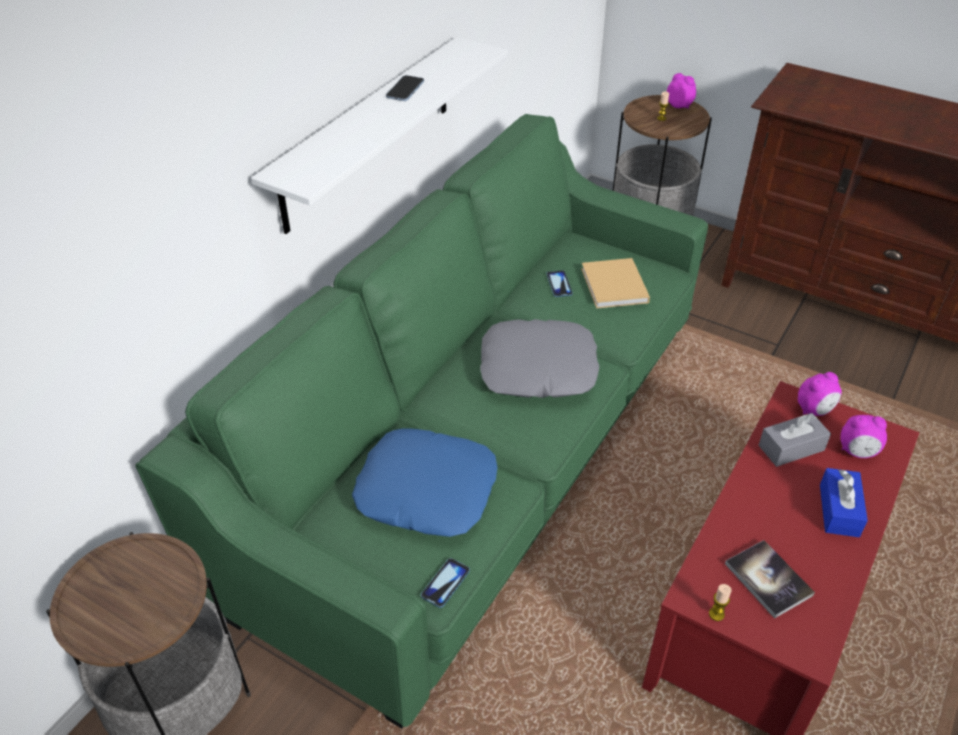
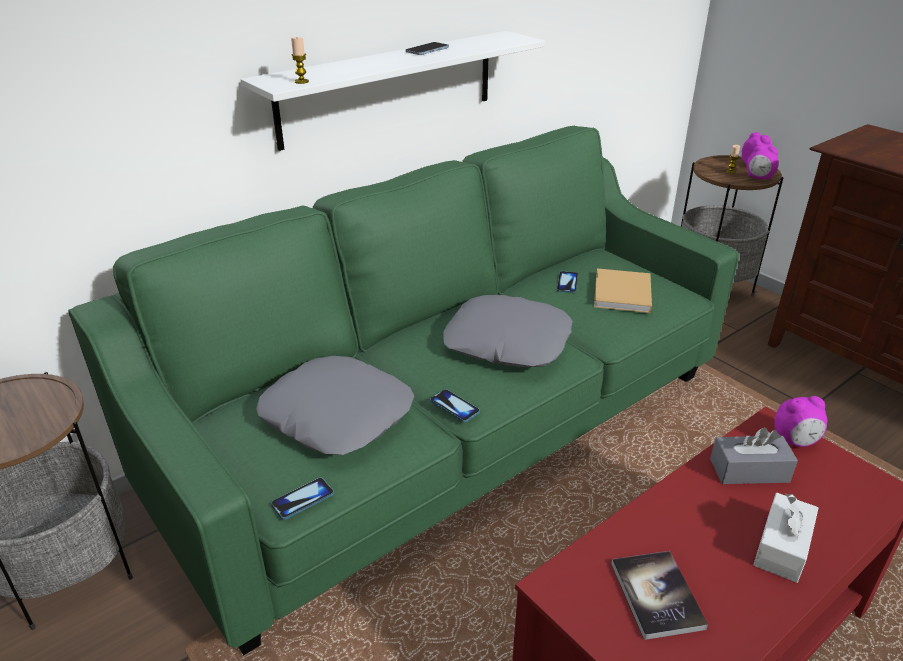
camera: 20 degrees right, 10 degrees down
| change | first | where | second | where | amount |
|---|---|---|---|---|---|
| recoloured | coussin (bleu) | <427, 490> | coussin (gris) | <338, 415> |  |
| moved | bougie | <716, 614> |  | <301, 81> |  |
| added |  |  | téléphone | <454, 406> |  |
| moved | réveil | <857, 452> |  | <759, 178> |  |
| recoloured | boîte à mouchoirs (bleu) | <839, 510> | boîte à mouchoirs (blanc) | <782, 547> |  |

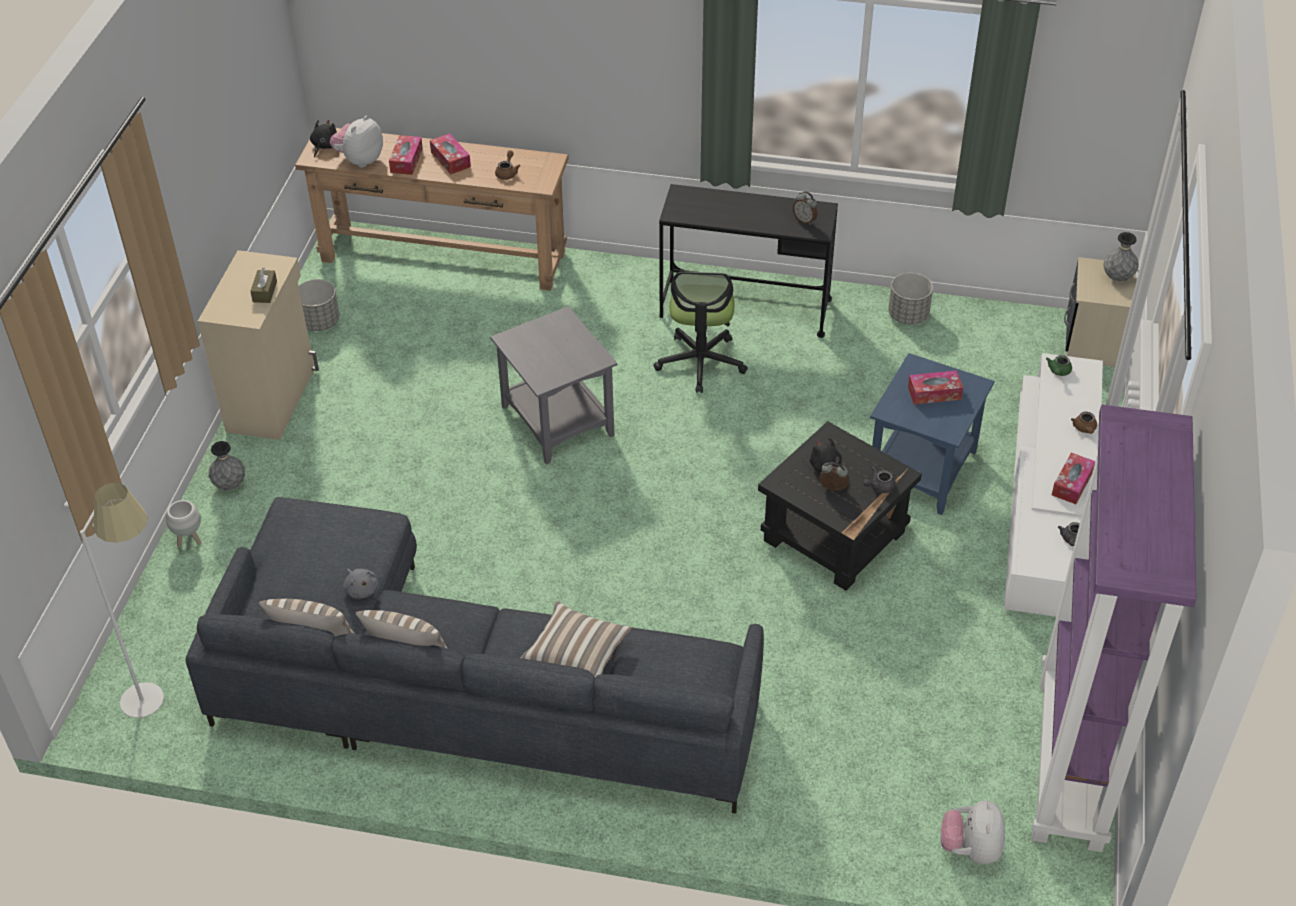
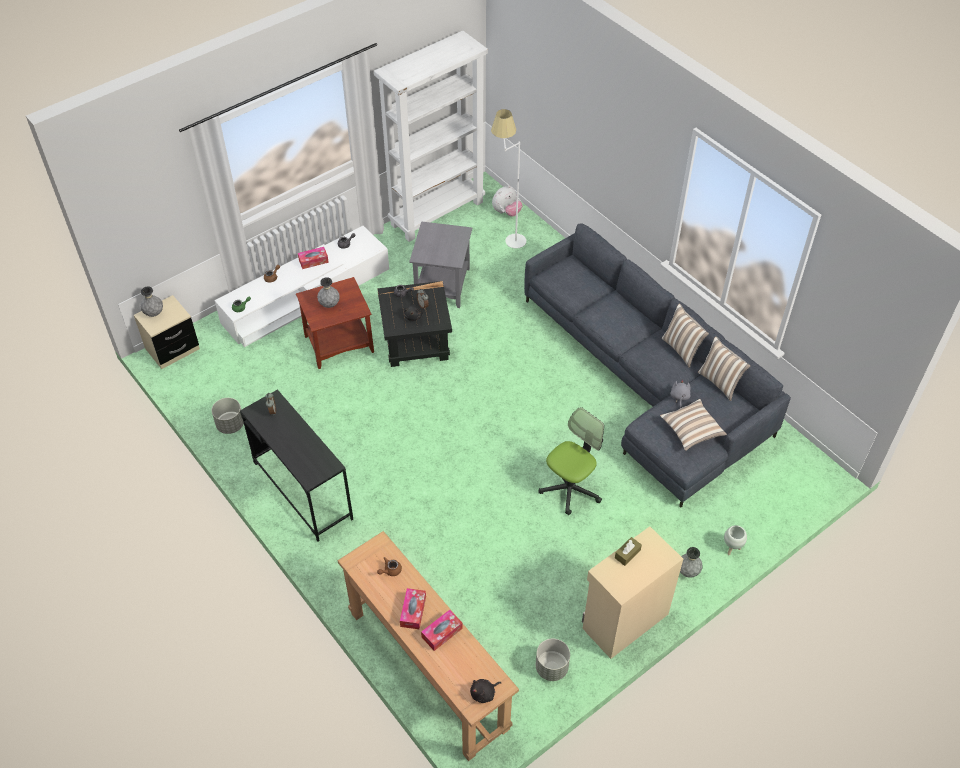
camera: 140 degrees left, 5 degrees up
| change | first | where | second | where | amount |
|---|---|---|---|---|---|
| recoloured | table d'appoint (bleu) | <923, 470> | table d'appoint (marron) | <339, 343> |  |
| replaced | boîte à mouchoirs | <934, 393> | vase (gris) | <329, 304> |  |
| recoloured | bibliothèque (violet) | <1072, 763> | bibliothèque (blanc) | <437, 212> |  |
| moved | table d'appoint (gris) | <556, 421> |  | <443, 285> |  |
| moved | lampadaire (blanc) | <162, 698> |  | <507, 237> |  |
| moved | chaise de bureau | <700, 362> |  | <570, 488> |  |
| moved | coussin | <576, 655> |  | <691, 431> |  |
| removed | peluche | <360, 160> |  |  |  |

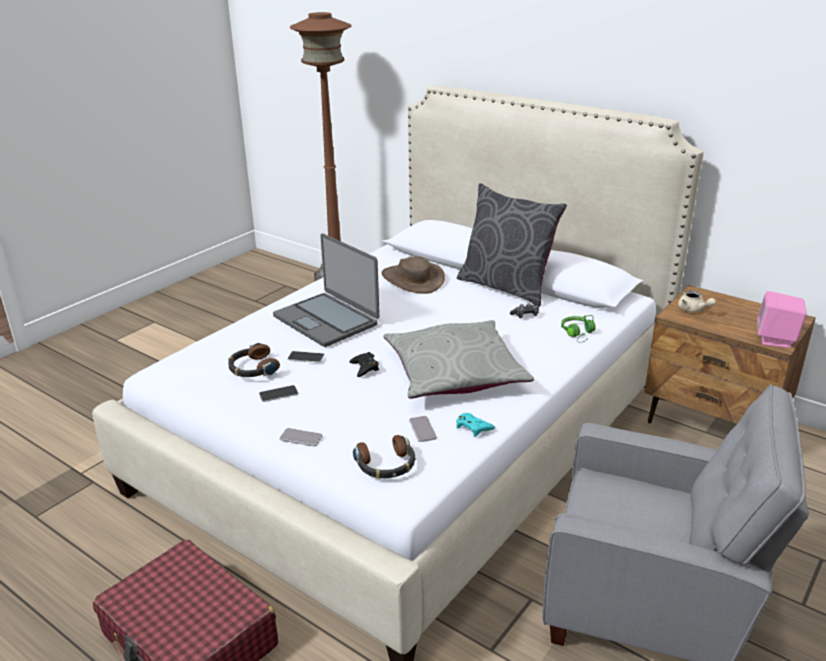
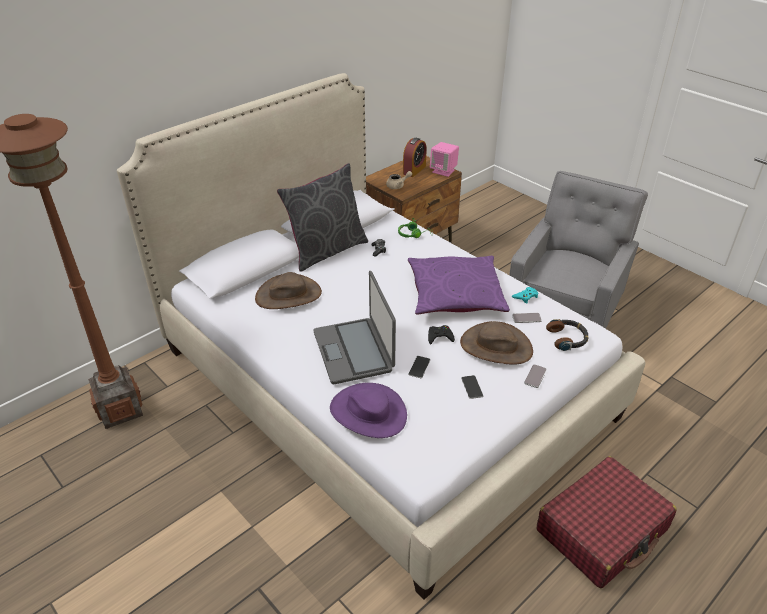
camera: 80 degrees left, 10 degrees up
| change | first | where | second | where | amount |
|---|---|---|---|---|---|
| turned | ordinateur portable | <327, 320> |  | <354, 351> | 105 degrees clockwise |
| added |  |  | chapeau (violet) | <368, 412> |  |
| added |  |  | réveil | <414, 170> |  |
| recoloured | coussin (gris) | <454, 372> | coussin (violet) | <455, 294> |  |
| added |  |  | chapeau (marron) | <496, 347> |  |
| removed | casque audio | <253, 368> |  |  |  |

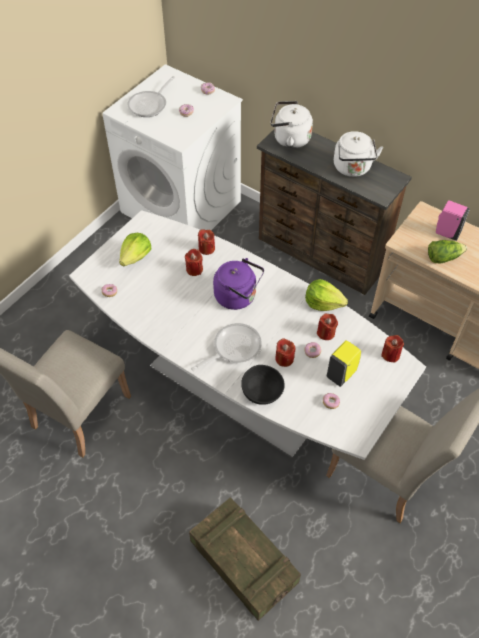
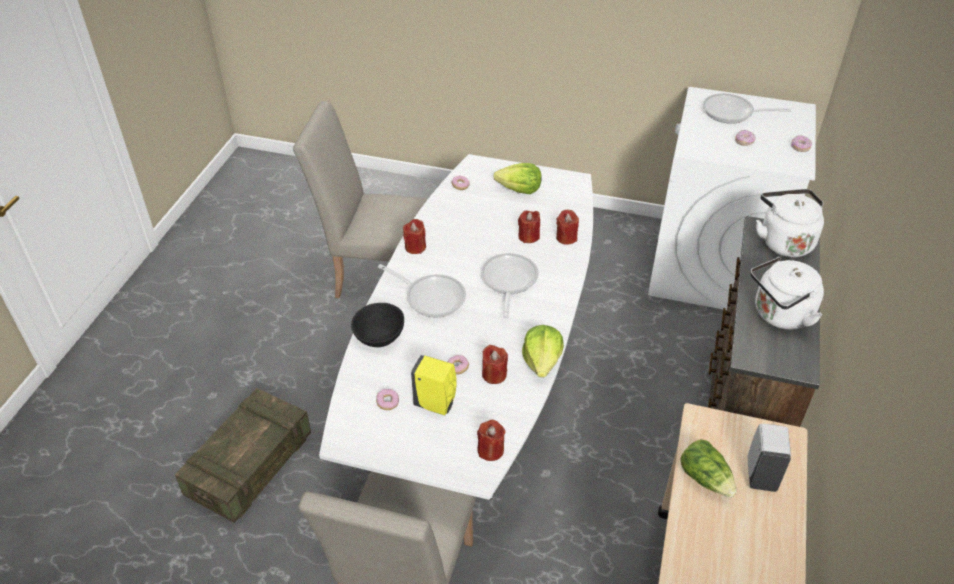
camera: 70 degrees right, 10 degrees down
| change | first | where | second | where | amount |
|---|---|---|---|---|---|
| moved | bougie (rouge) | <284, 359> |  | <415, 247> |  |
| replaced | bouilloire (violet) | <238, 297> | poêle | <508, 282> |  |
| recoloured | distributeur de savon (rose) | <446, 233> | distributeur de savon (blanc) | <761, 474> |  |

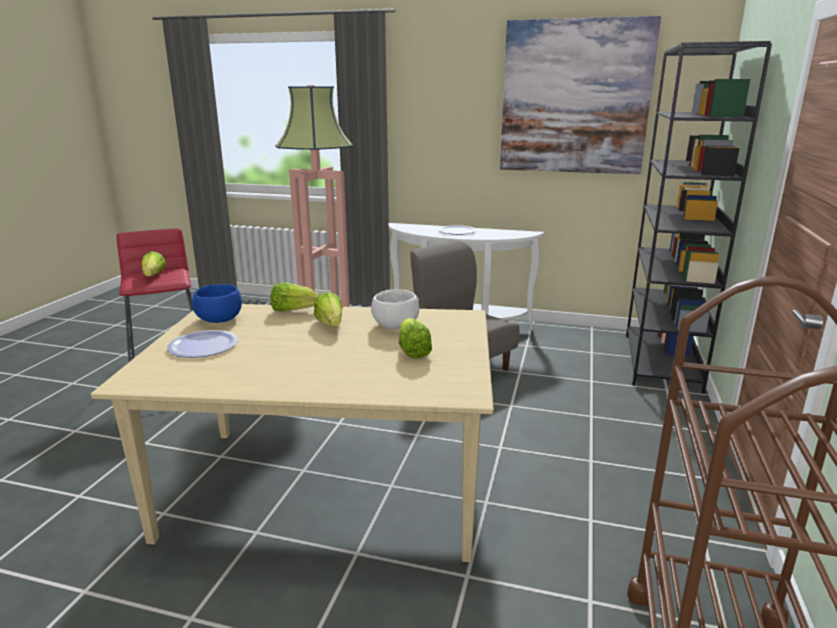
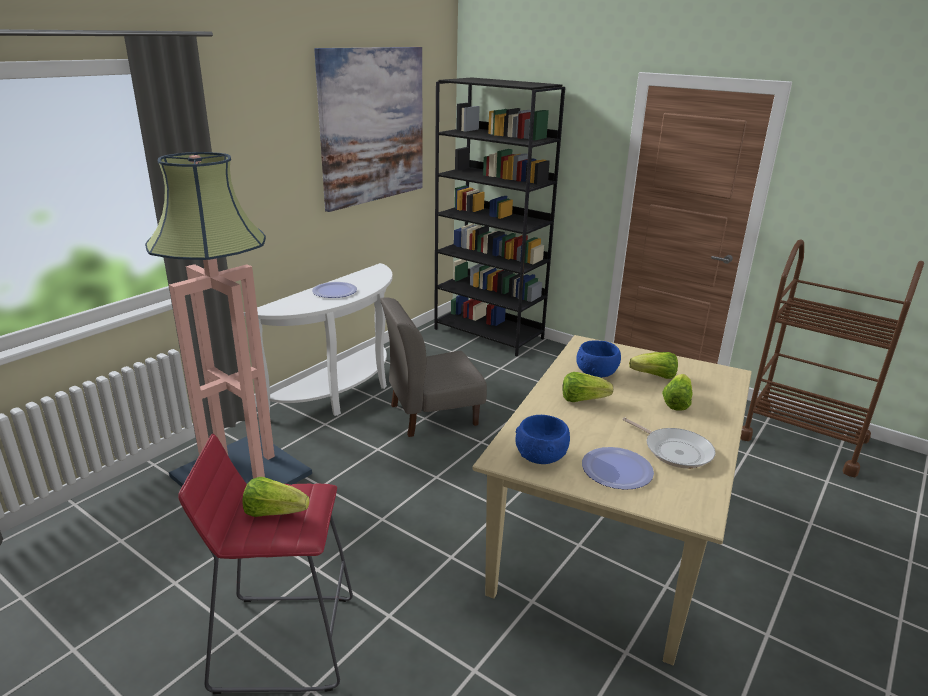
camera: 70 degrees left, 5 degrees up
| change | first | where | second | where | amount |
|---|---|---|---|---|---|
| recoloured | bol (blanc) | <394, 325> | bol (bleu) | <596, 373> |  |
| added |  |  | poêle | <675, 450> |  |
| moved | laitue | <293, 310> |  | <676, 402> |  |

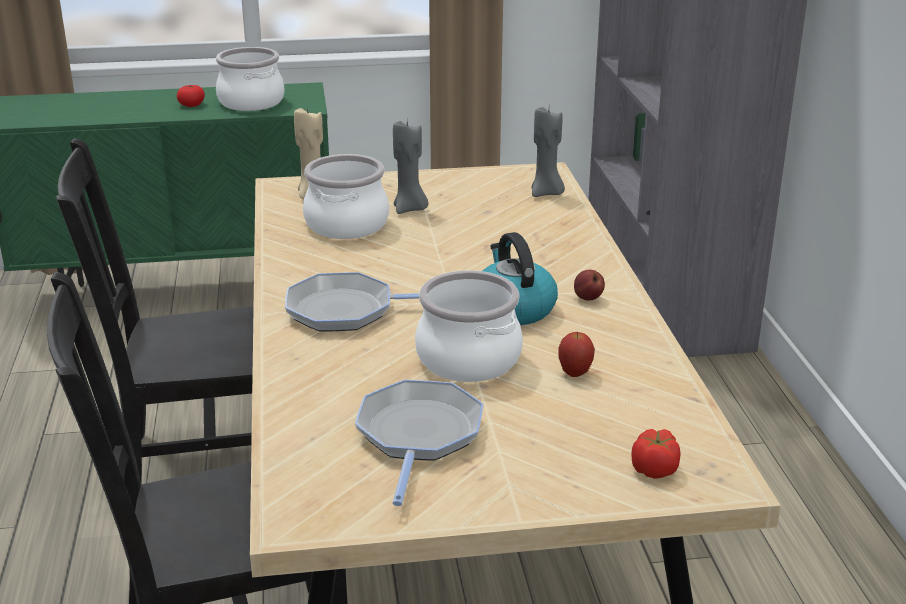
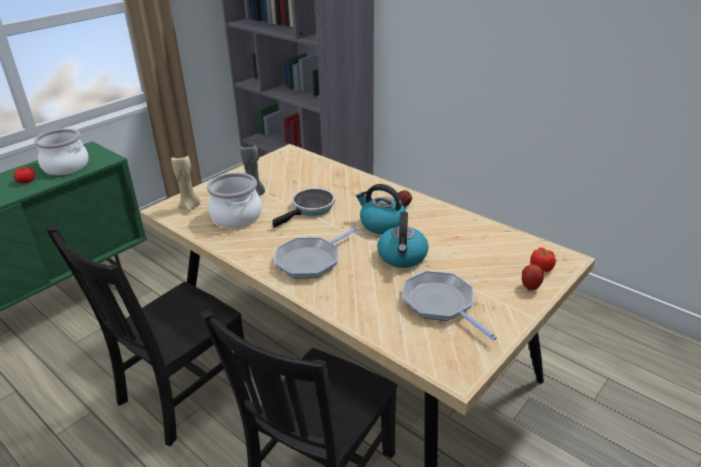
camera: 40 degrees left, 5 degrees up
| change | first | where | second | where | amount |
|---|---|---|---|---|---|
| added |  |  | poêle | <311, 209> |  |
| replaced | marmite | <469, 359> | bouilloire | <402, 257> |  |
| moved | pomme | <575, 373> |  | <530, 287> |  |
| removed | bougie (gris) | <546, 193> |  |  |  |

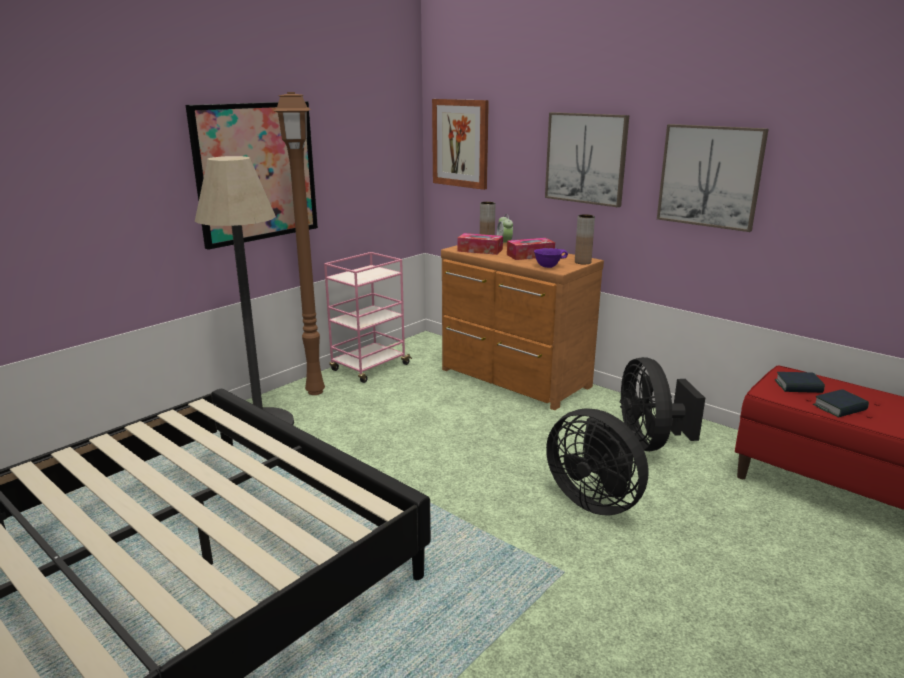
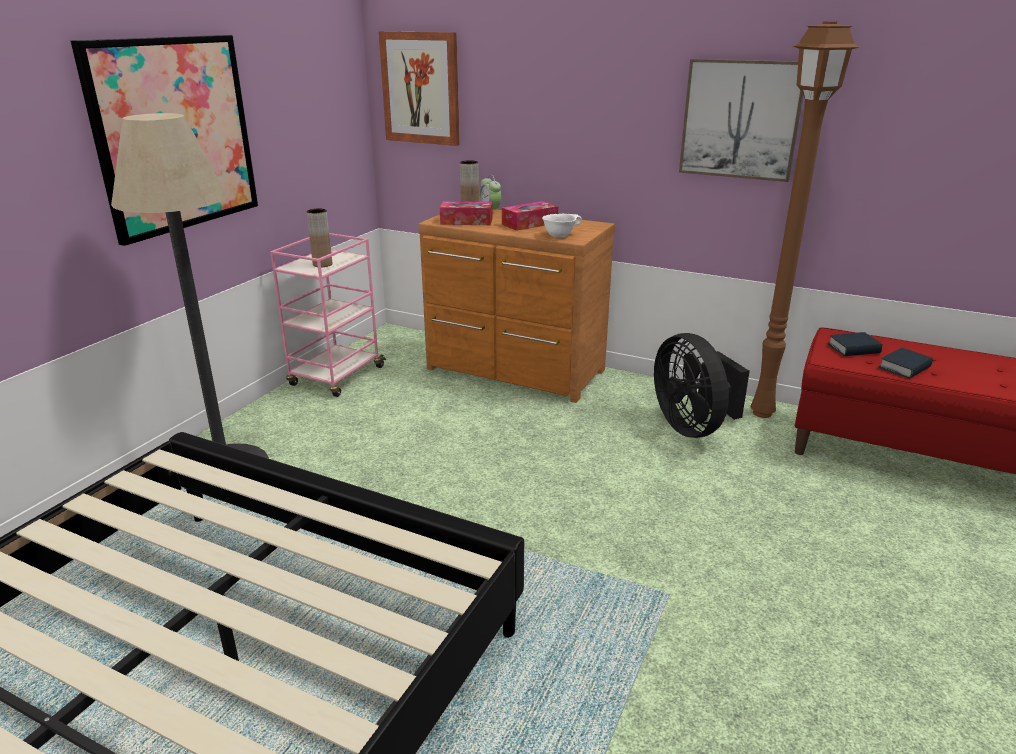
camera: 15 degrees left, 5 degrees up
| change | first | where | second | where | amount |
|---|---|---|---|---|---|
| moved | vase (marron) | <582, 262> |  | <322, 264> |  |
| recoloured | bol (violet) | <548, 266> | bol (blanc) | <559, 236> |  |
| moved | lampadaire (marron) | <316, 391> |  | <762, 412> |  |
| removed | tableau | <586, 158> |  |  |  |
| removed | ventilateur (noir) | <595, 500> |  |  |  |

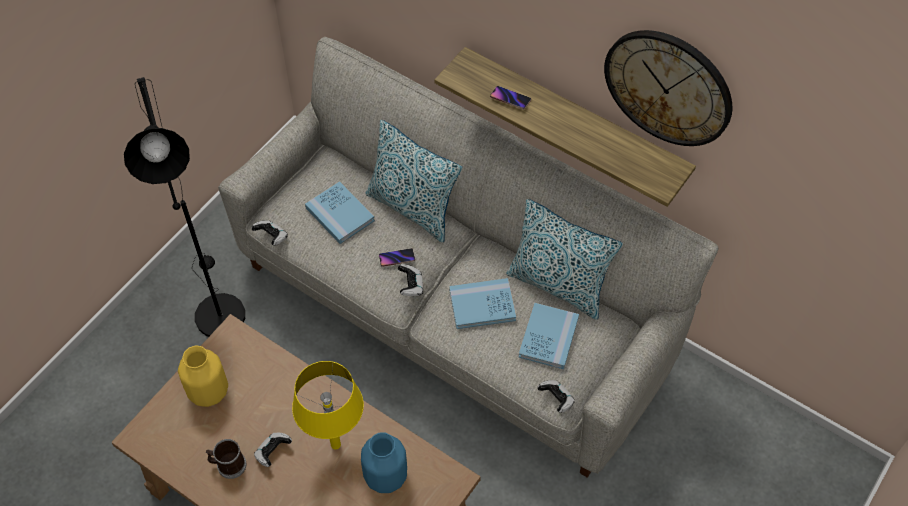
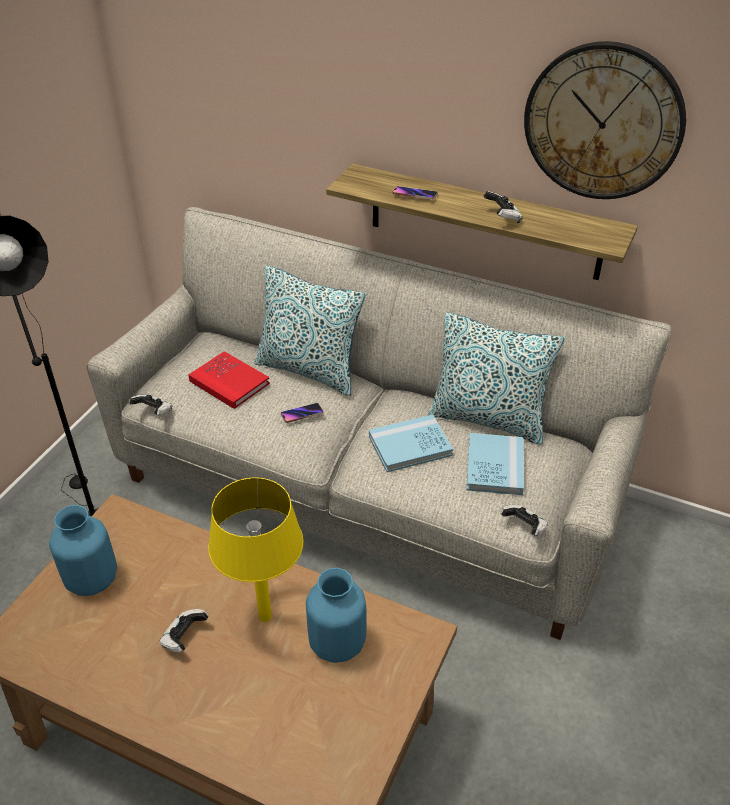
camera: 10 degrees left, 15 degrees down
| change | first | where | second | where | amount |
|---|---|---|---|---|---|
| recoloured | vase (jaune) | <208, 391> | vase (bleu) | <91, 579> |  |
| recoloured | livre (bleu) | <340, 214> | livre (rouge) | <229, 382> |  |
| moved | manette | <411, 286> |  | <502, 217> |  |
| removed | mug | <228, 465> |  |  |  |

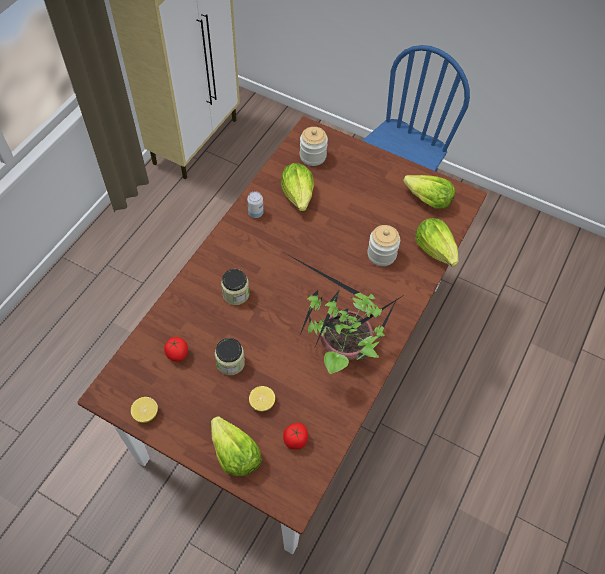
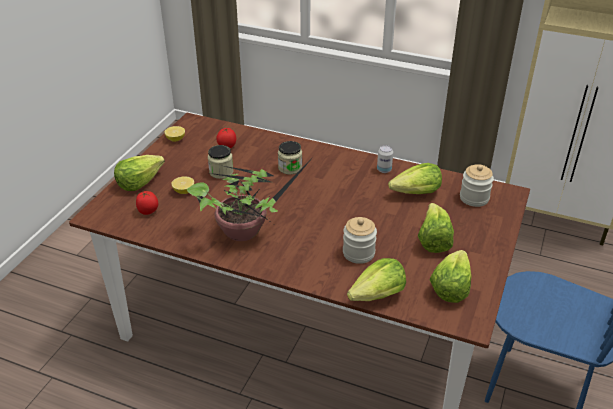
camera: 85 degrees right, 20 degrees down
| change | first | where | second | where | amount |
|---|---|---|---|---|---|
| added |  |  | laitue | <433, 240> |  |

